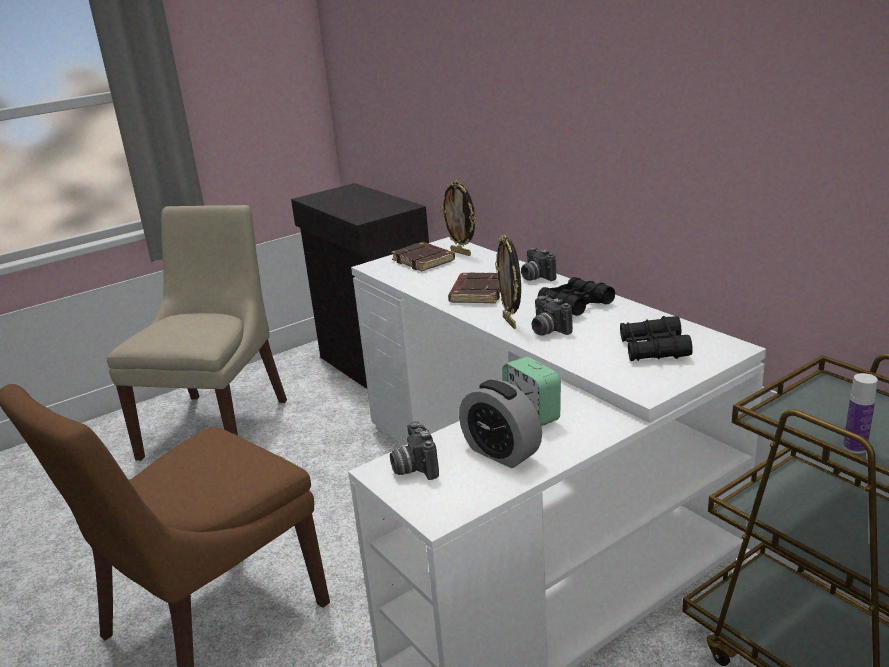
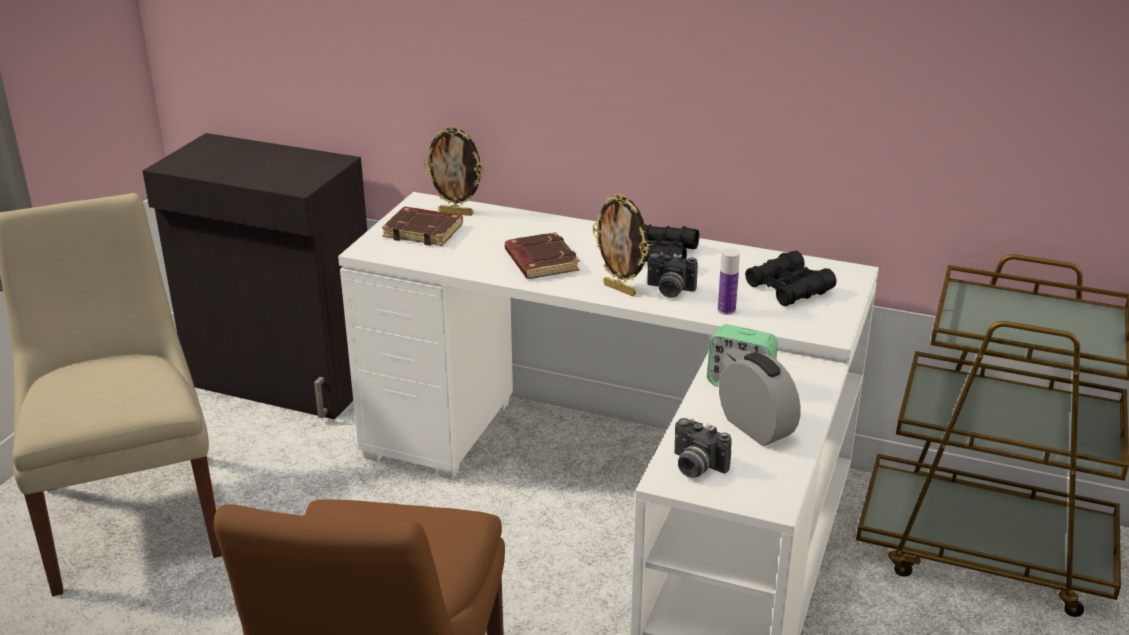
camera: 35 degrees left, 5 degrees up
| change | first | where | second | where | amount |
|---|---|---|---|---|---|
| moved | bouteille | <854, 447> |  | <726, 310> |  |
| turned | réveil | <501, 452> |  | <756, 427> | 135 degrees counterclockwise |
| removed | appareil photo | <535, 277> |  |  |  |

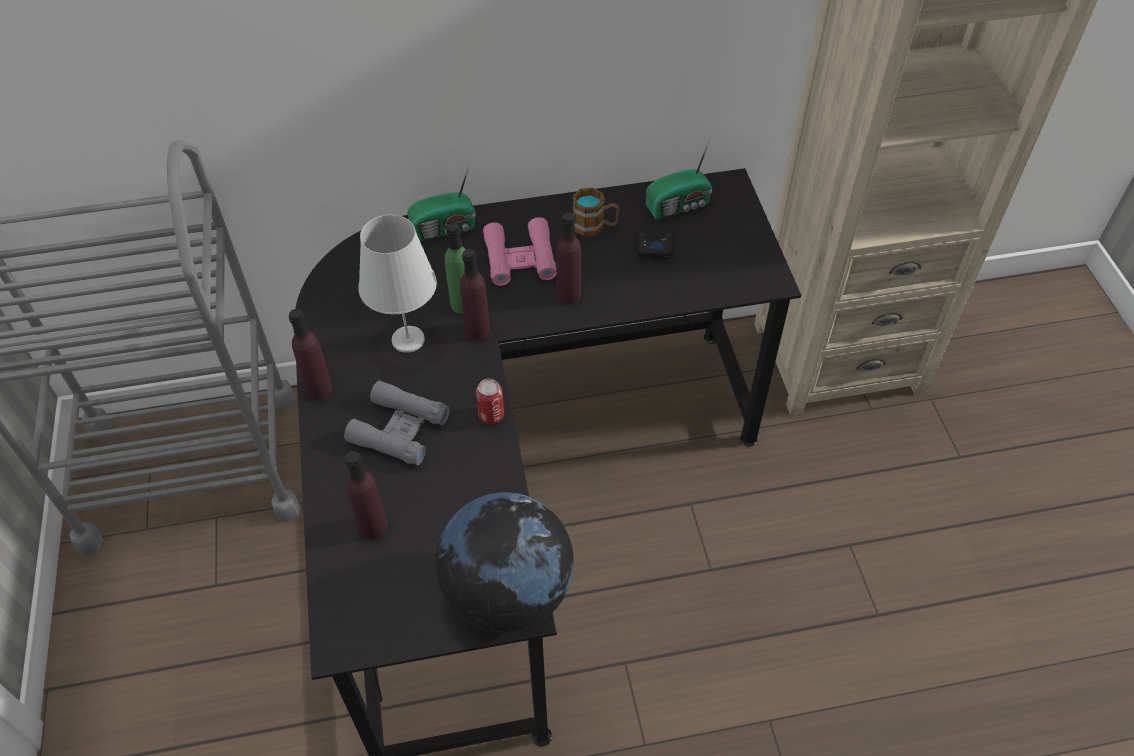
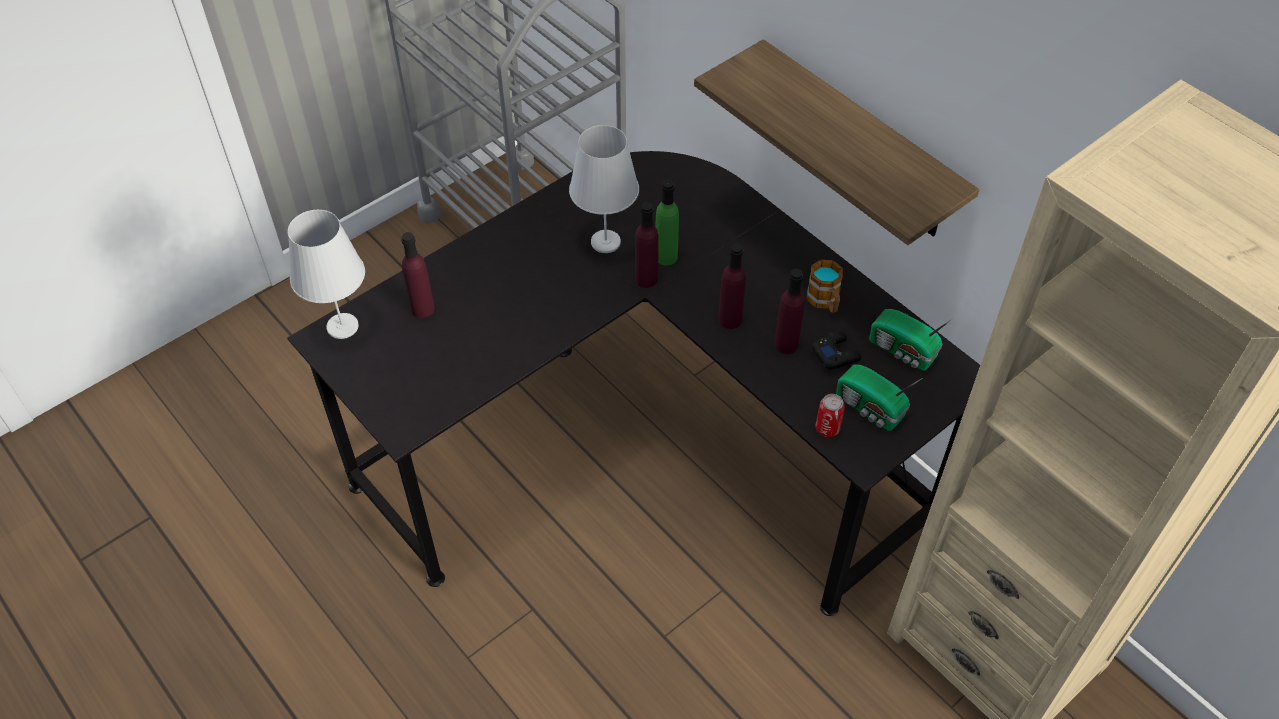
camera: 60 degrees right, 0 degrees up
| change | first | where | second | where | amount |
|---|---|---|---|---|---|
| added |  |  | lampe de table (blanc) | <342, 326> |  |
| added |  |  | étagère | <859, 143> |  |
| moved | bouteille (violet) | <319, 389> |  | <786, 344> |  |
| moved | boîte métallique | <491, 415> |  | <827, 428> |  |
| moved | radio | <445, 228> |  | <870, 409> |  |
| removed | jumelles (gris) | <399, 429> |  |  |  |
| removed | globe | <508, 592> |  |  |  |
| removed | jumelles (rose) | <520, 258> |  |  |  |

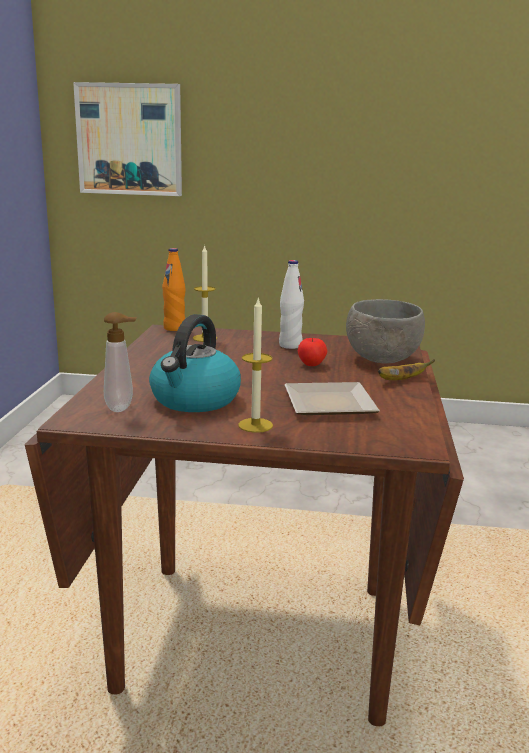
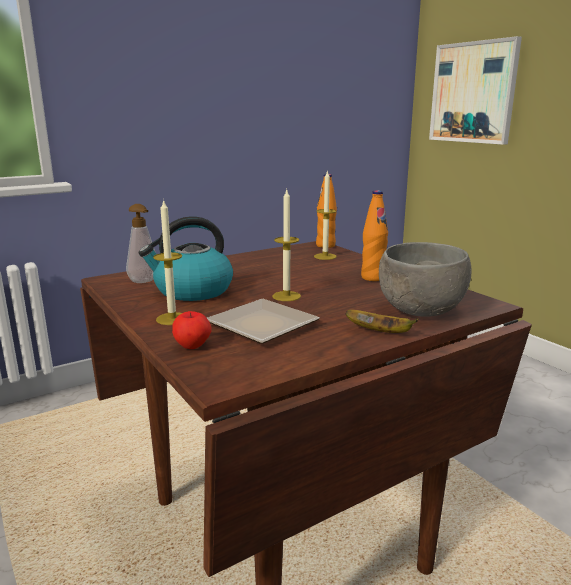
camera: 50 degrees right, 0 degrees up
| change | first | where | second | where | amount |
|---|---|---|---|---|---|
| moved | pomme | <311, 364> |  | <192, 346> |  |
| added |  |  | bougie | <286, 296> |  |
| recoloured | bouteille (blanc) | <290, 345> | bouteille (orange) | <373, 278> |  |

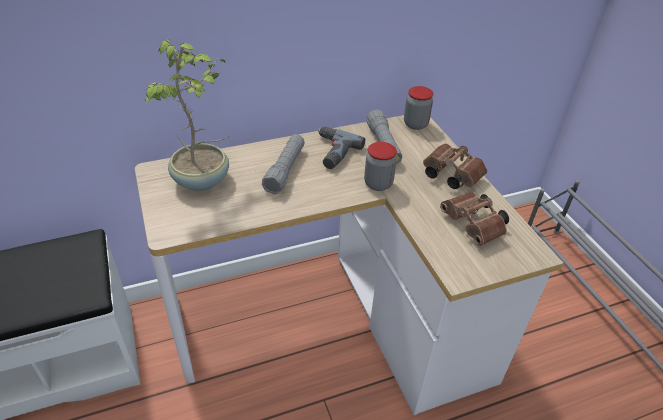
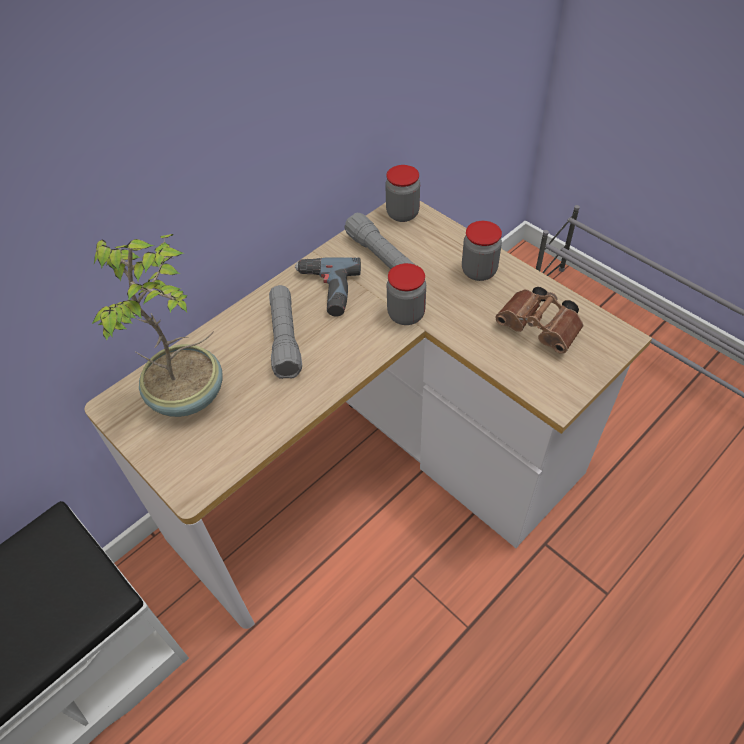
camera: 20 degrees left, 10 degrees up
| change | first | where | second | where | amount |
|---|---|---|---|---|---|
| replaced | jumelles (marron) | <449, 175> | bocal | <479, 271> |  |

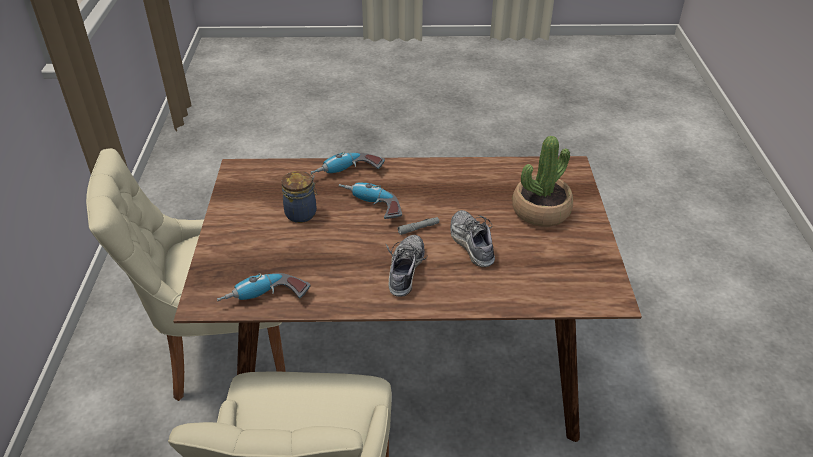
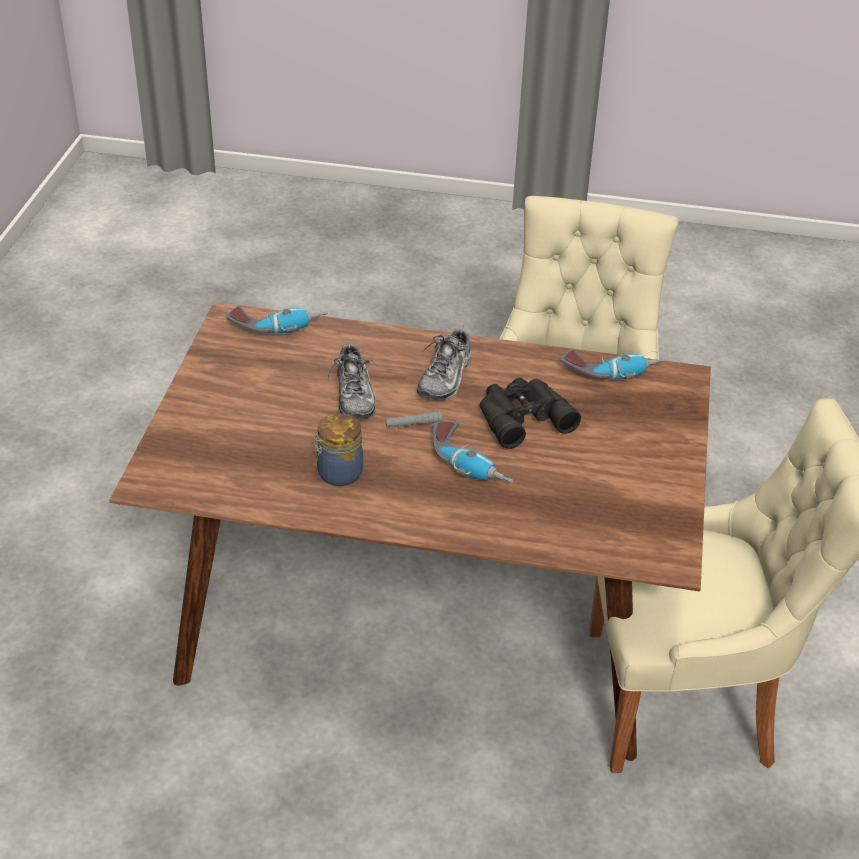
camera: 170 degrees left, 0 degrees up
| change | first | where | second | where | amount |
|---|---|---|---|---|---|
| moved | perceuse | <348, 173> |  | <277, 326> |  |
| moved | bocal | <302, 213> |  | <338, 473> |  |
| added |  |  | jumelles (noir) | <521, 416> |  |
| removed | plante en pot | <541, 210> |  |  |  |

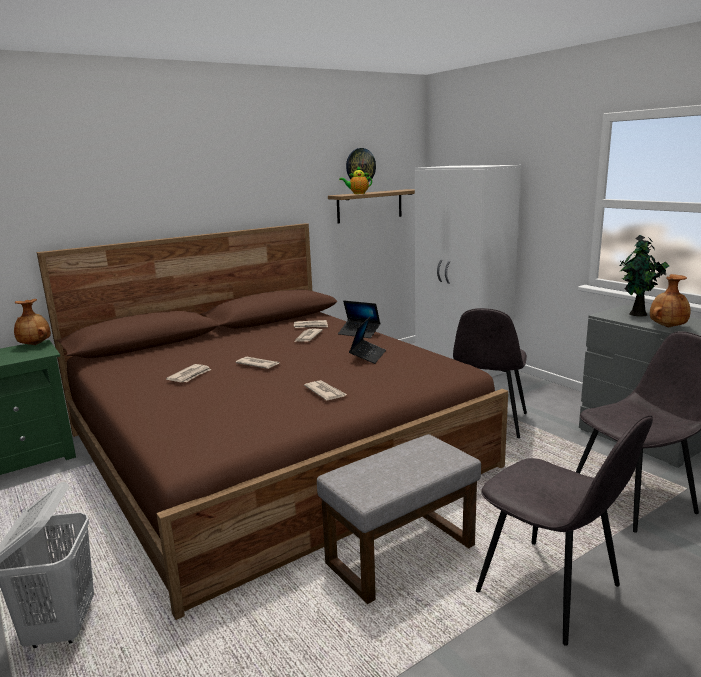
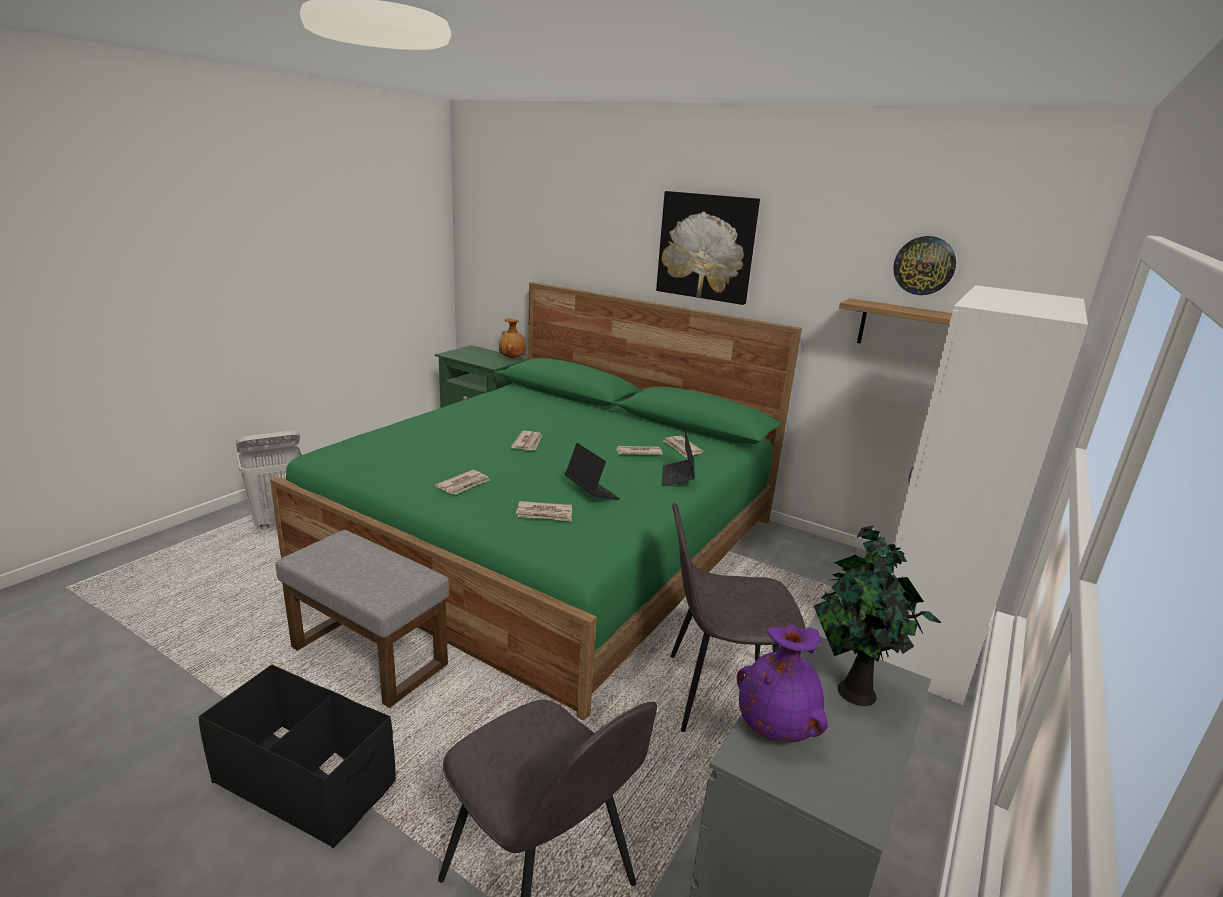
camera: 65 degrees right, 5 degrees up
| change | first | where | second | where | amount |
|---|---|---|---|---|---|
| replaced | chaise (gris) | <551, 591> | boîte de rangement (noir) | <305, 781> |  |
| recoloured | lit (marron) | <270, 448> | lit (vert) | <549, 538> |  |
| moved | journal | <190, 375> |  | <544, 514> |  |
| turned | ordinateur portable | <368, 356> |  | <591, 492> | 120 degrees counterclockwise |
| added |  |  | tableau | <706, 247> |  |
| recoloured | vase (marron) | <667, 327> | vase (violet) | <776, 726> |  |
| removed | théière | <357, 193> |  |  |  |

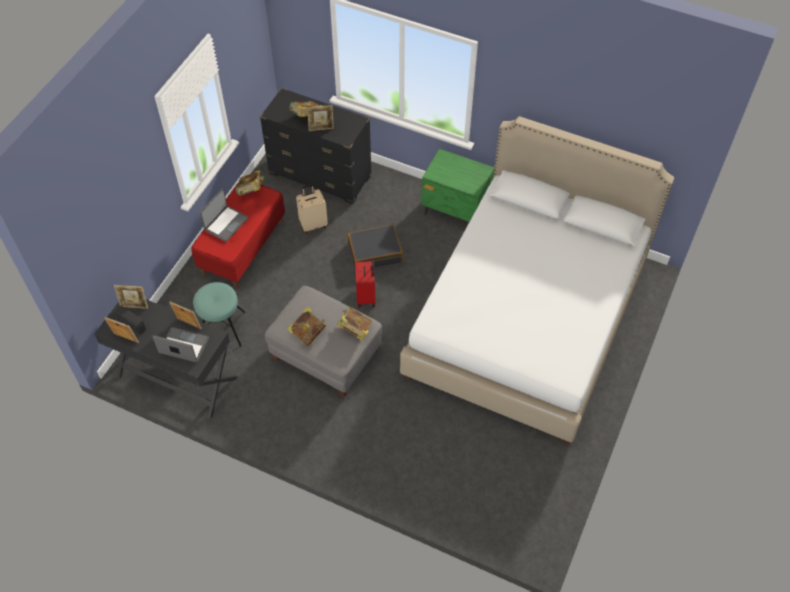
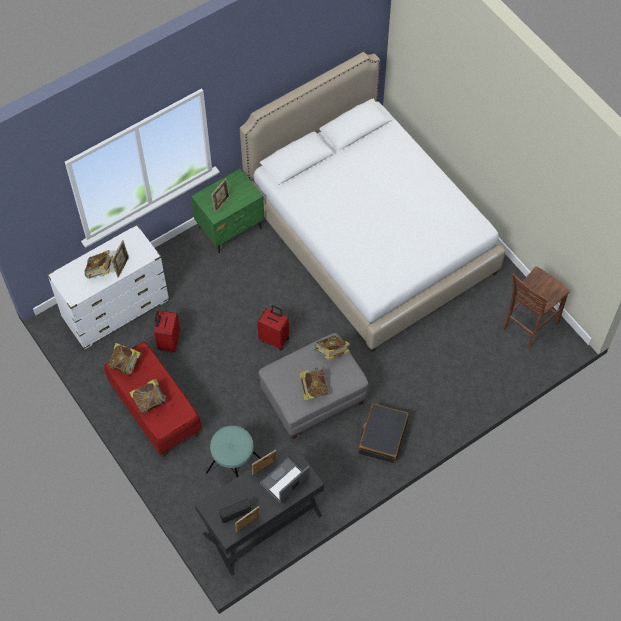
camera: 60 degrees left, 5 degrees up
| change | first | where | second | where | amount |
|---|---|---|---|---|---|
| recoloured | commode (noir) | <320, 175> | commode (blanc) | <116, 310> |  |
| replaced | ordinateur portable | <225, 224> | livre | <149, 401> |  |
| recoloured | valise (beige) | <313, 224> | valise (rouge) | <168, 341> |  |
| moved | cadre photo | <134, 306> |  | <221, 203> |  |
| moved | valise (noir) | <375, 252> |  | <382, 436> |  |
| added |  |  | chaise (marron) | <528, 326> |  |

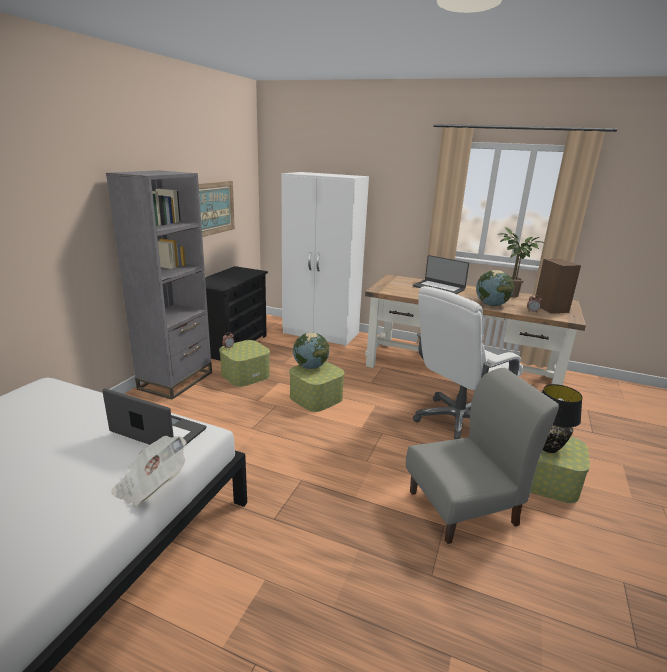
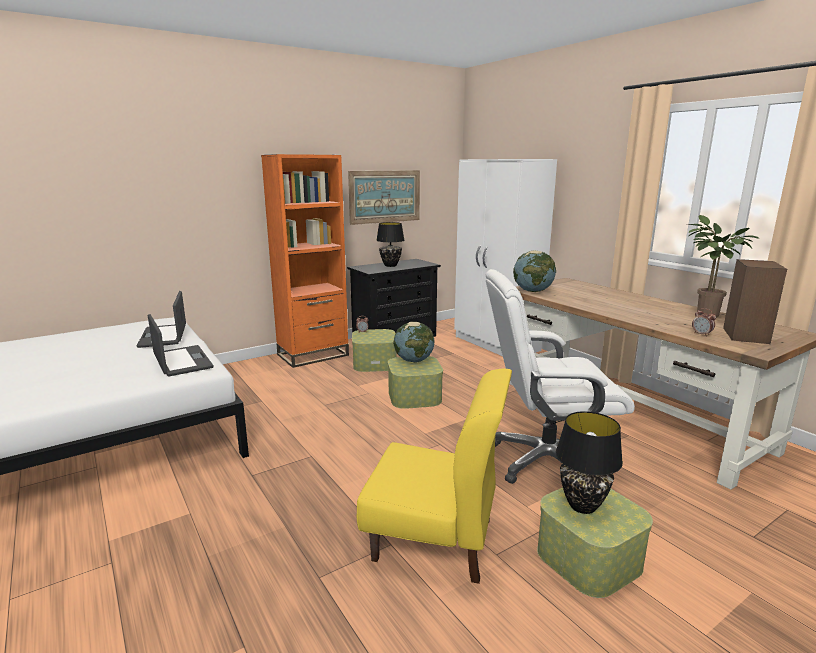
camera: 35 degrees right, 5 degrees down
| change | first | where | second | where | amount |
|---|---|---|---|---|---|
| moved | ordinateur portable | <439, 288> |  | <164, 336> |  |
| recoloured | bibliothèque (gris) | <176, 380> | bibliothèque (orange) | <313, 355> |  |
| recoloured | chaise (gris) | <463, 508> | chaise (jaune) | <434, 539> |  |
| added |  |  | lampe de table (noir) | <391, 265> |  |
| moved | globe | <491, 305> |  | <533, 291> |  |
| removed | journal | <151, 485> |  |  |  |

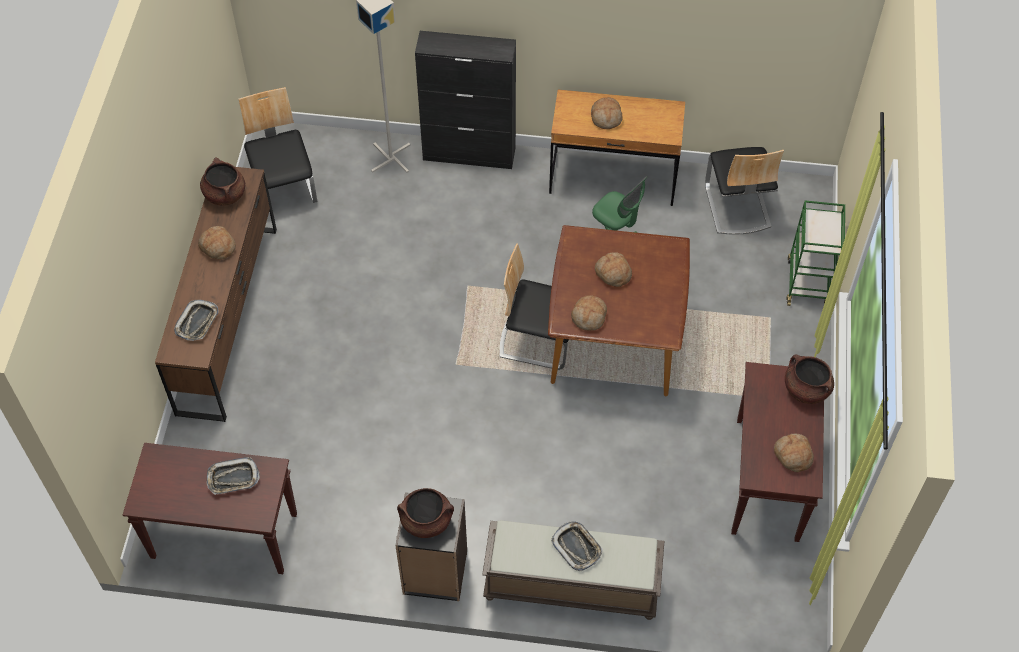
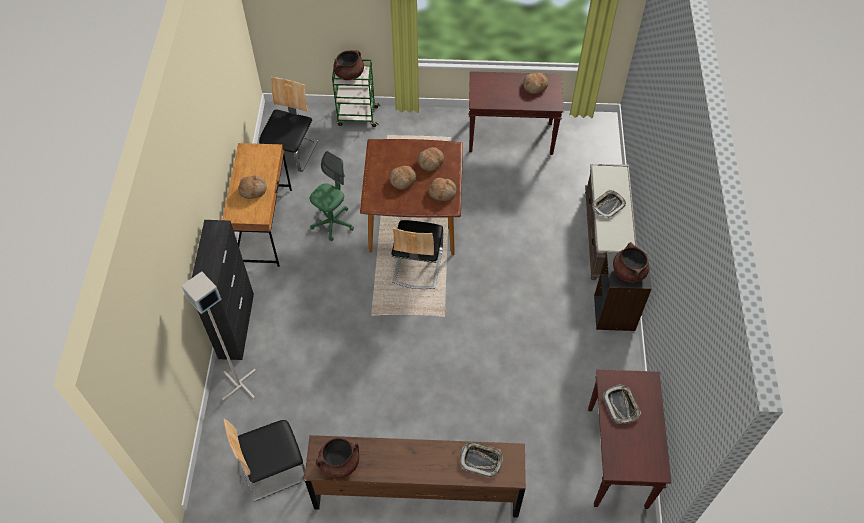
camera: 95 degrees left, 0 degrees up
| change | first | where | second | where | amount |
|---|---|---|---|---|---|
| turned | chaise | <737, 206> |  | <292, 153> | 60 degrees counterclockwise |
| moved | marmite (marron) | <806, 389> |  | <349, 74> |  |
| moved | pain | <217, 247> |  | <431, 162> |  |

